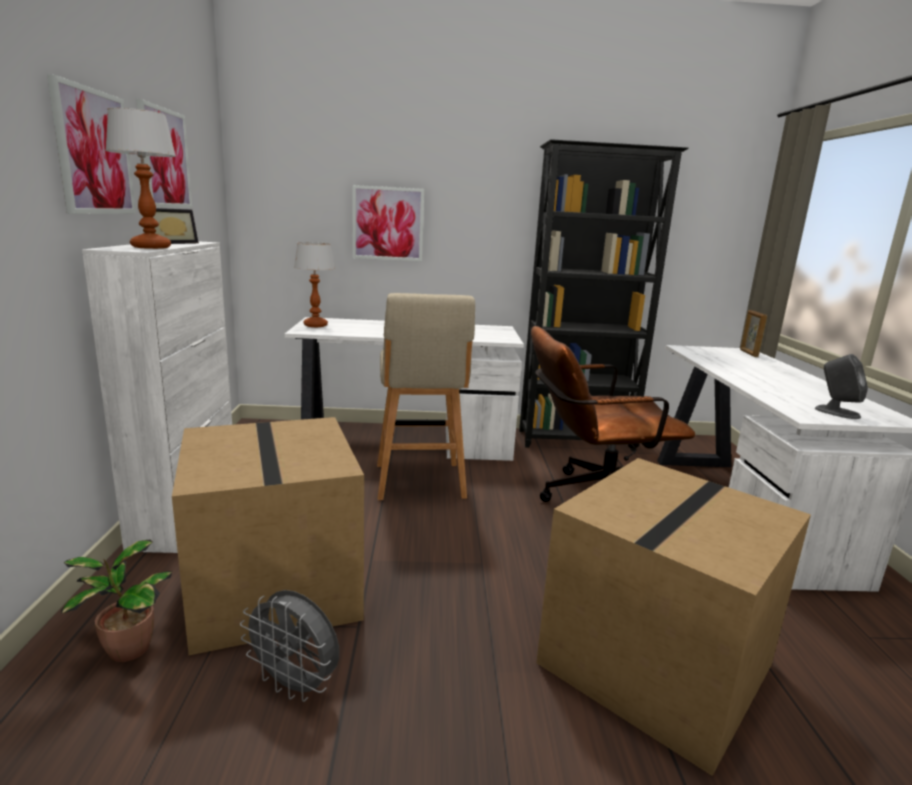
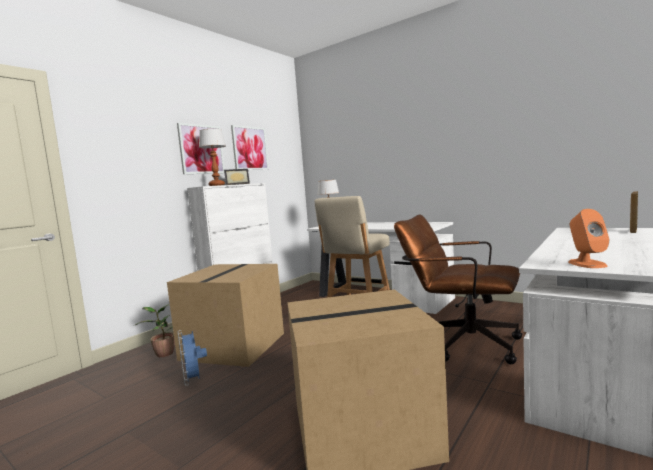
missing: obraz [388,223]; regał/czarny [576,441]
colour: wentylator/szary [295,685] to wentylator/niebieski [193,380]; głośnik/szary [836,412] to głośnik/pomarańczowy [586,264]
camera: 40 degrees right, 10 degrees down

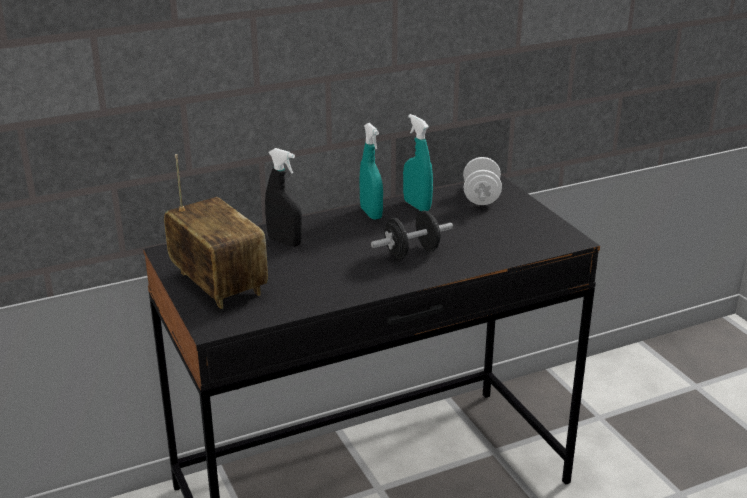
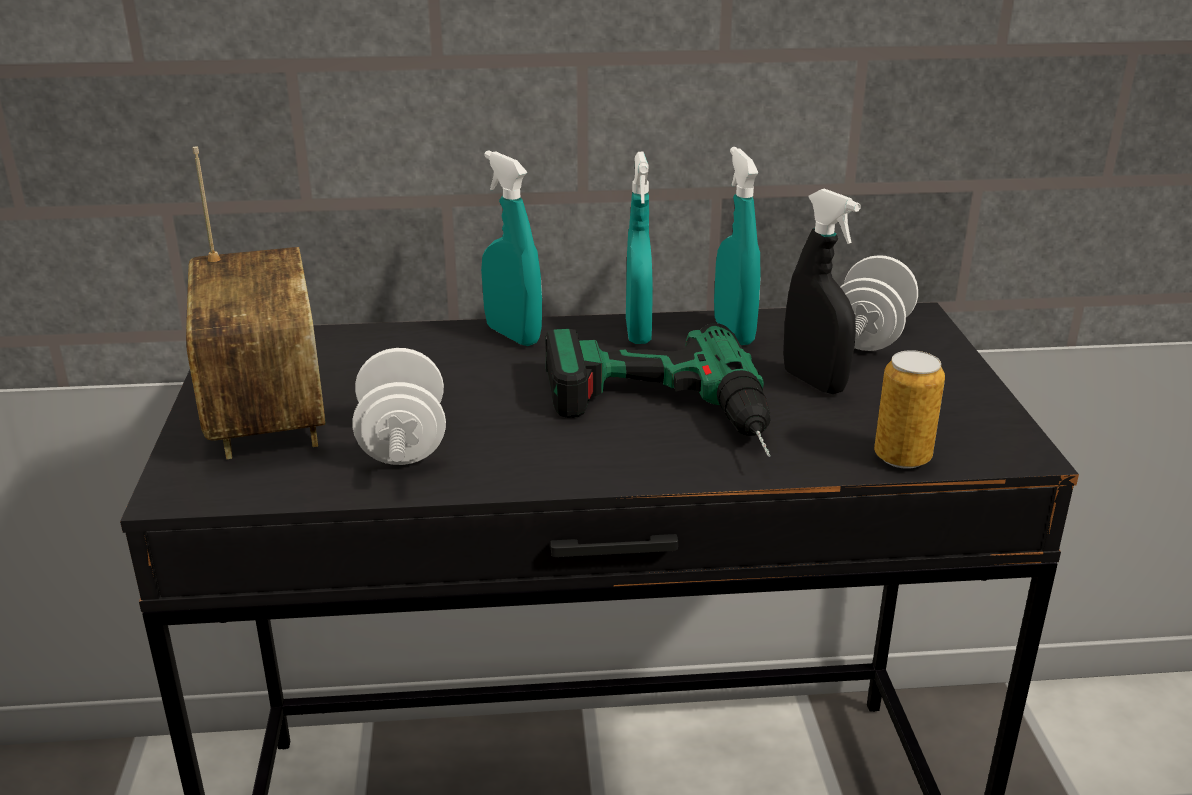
appeared: hantel/biały [403,444]; spryskiwacz/turkusowy [513,335]; puszka [902,457]
relocated: spryskiwacz/czarny [284,242] to [814,382]
exchanged: hantel/czarny [411,253] to wiertarka [661,418]
camera: 20 degrees right, 0 degrees up

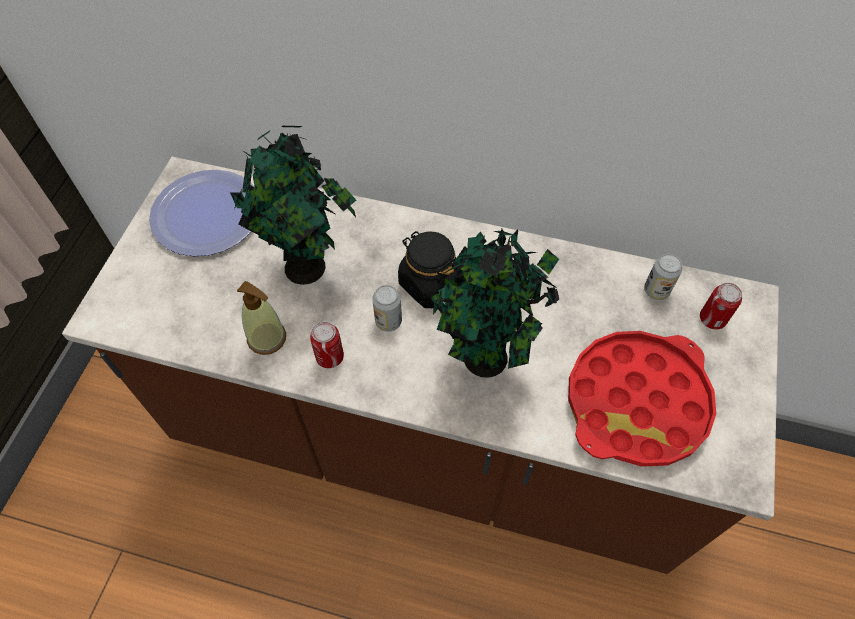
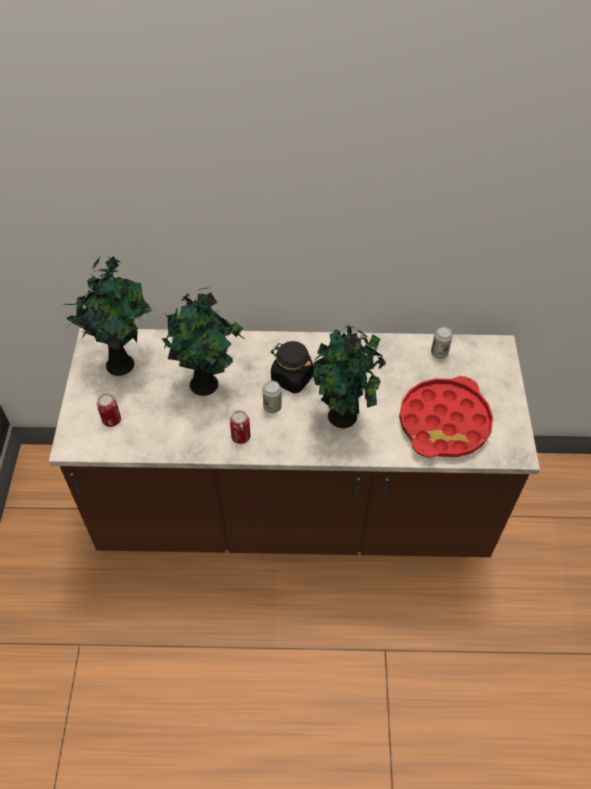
missing: dozownik mydła [267,338]
relocated: puszka [712,319] to [111,420]
exchanged: talerz [207,214] to roślina doniczkowa [121,362]
camera: 15 degrees left, 5 degrees down

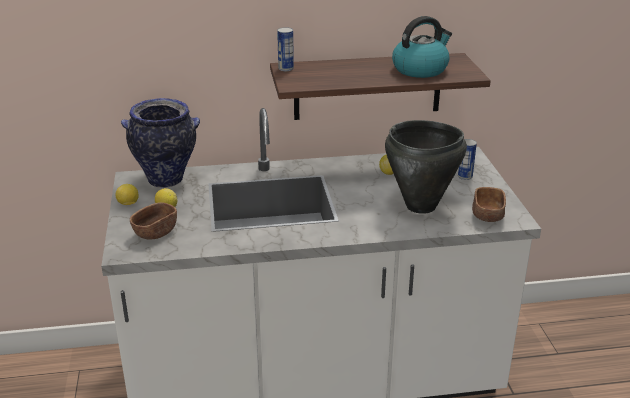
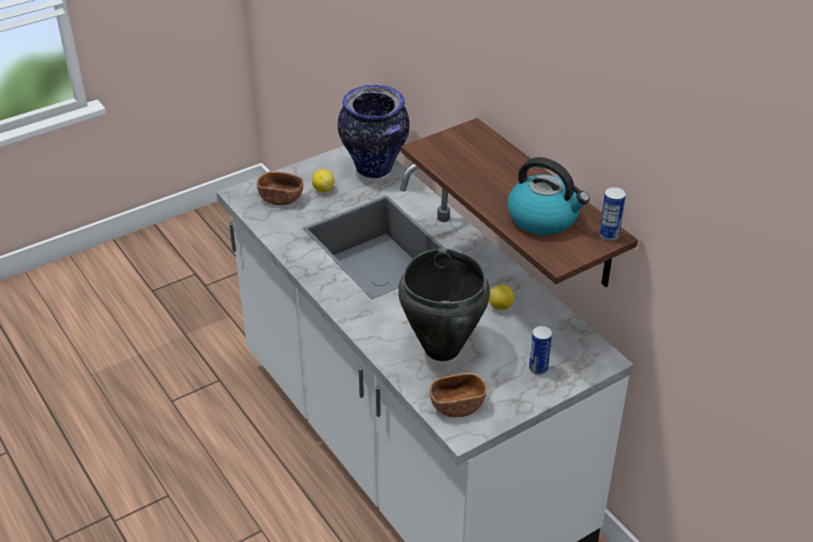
missing: cytryna [128,204]
relocated: puszka [286,69] to [609,235]
camera: 65 degrees right, 10 degrees up

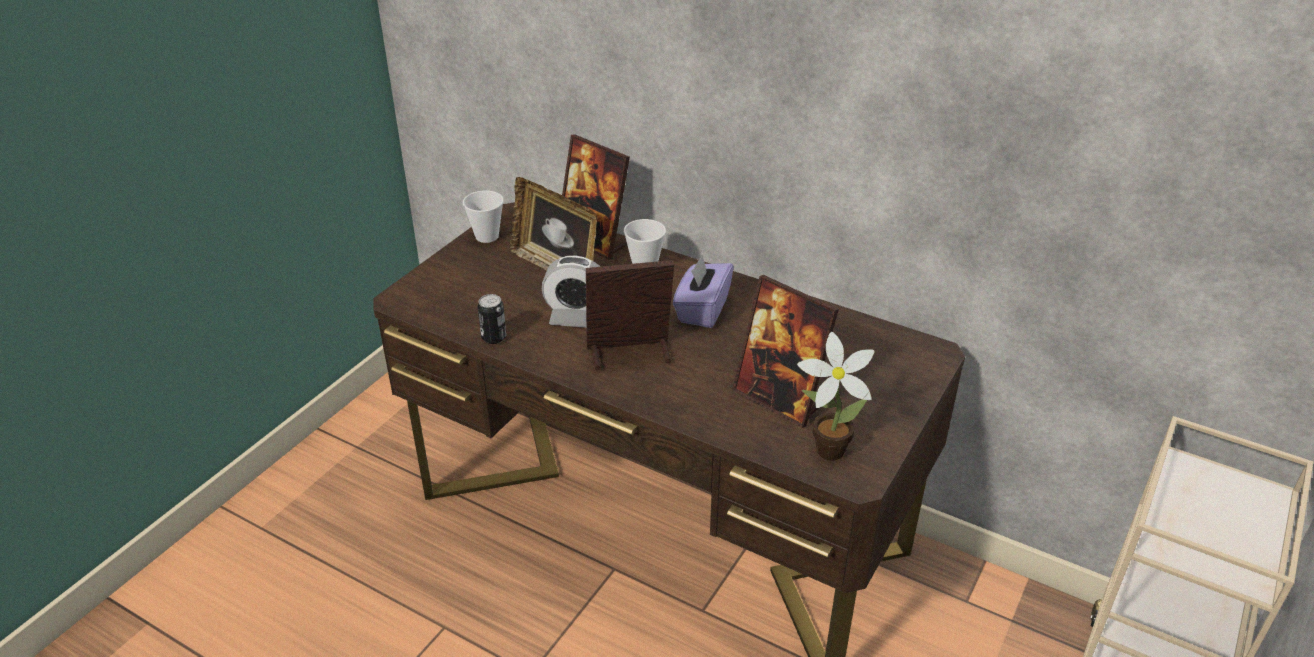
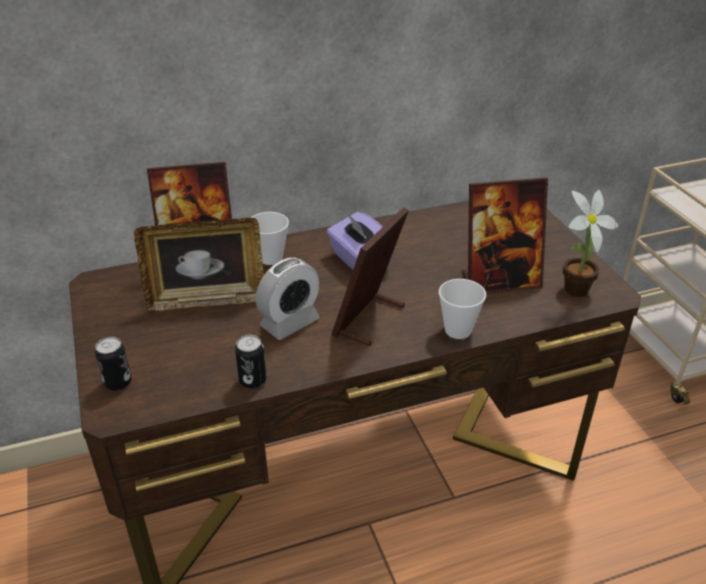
appeared: puszka [118,382]
relocated: filiżanka [487,236] to [458,330]
camera: 50 degrees left, 0 degrees up

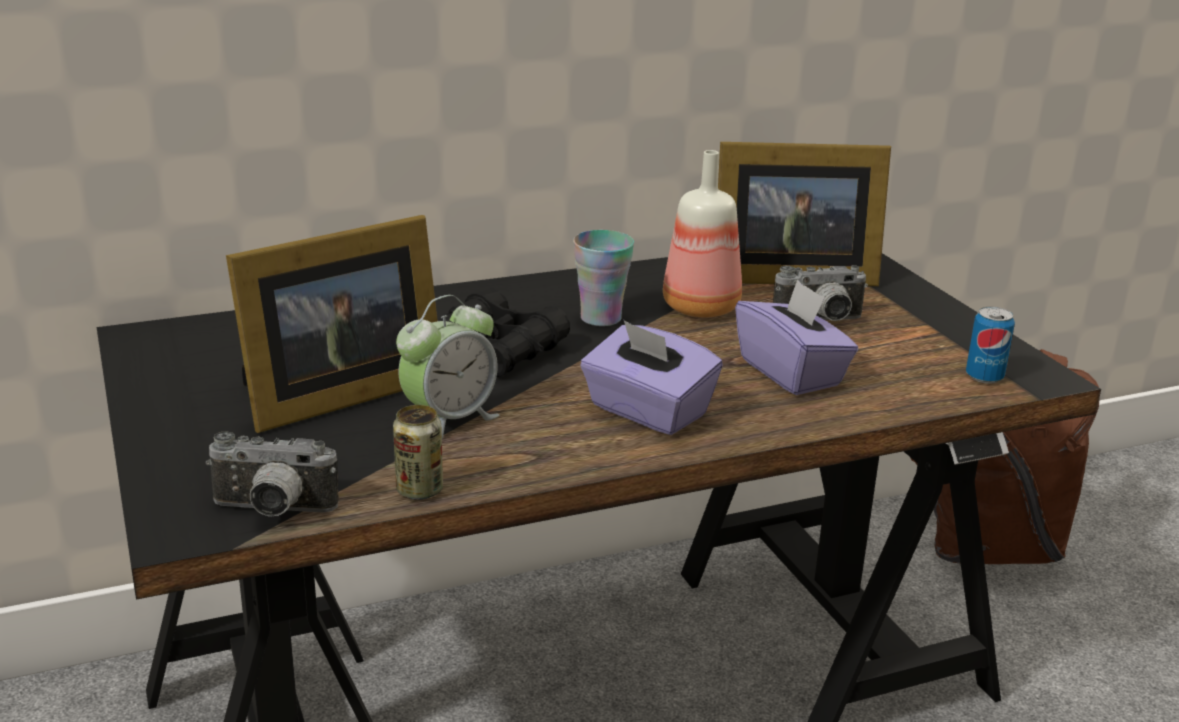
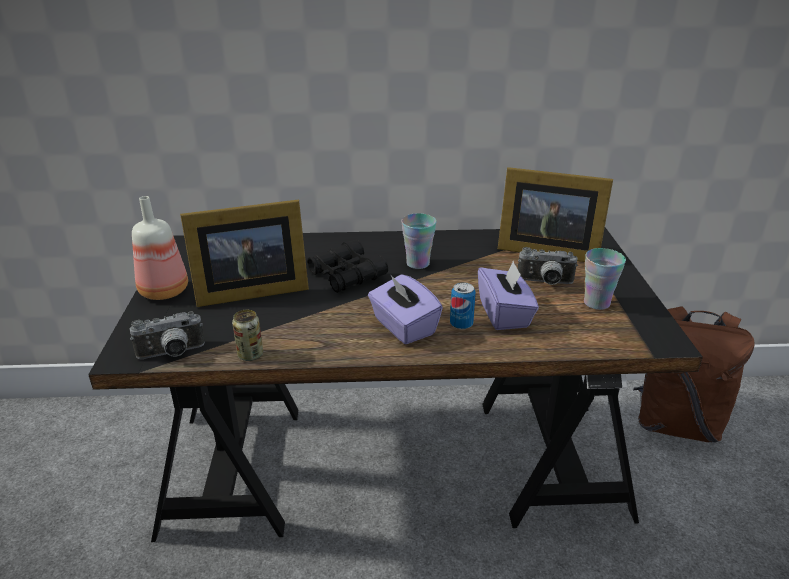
missing: budzik [449,420]
appeared: filiżanka [596,303]
relocated: butelka [703,307] to [166,291]; puszka [984,377] to [461,324]
spun: aparat fotograficzny [272,511] = [172,354] 45 degrees counterclockwise
camera: 20 degrees right, 5 degrees up

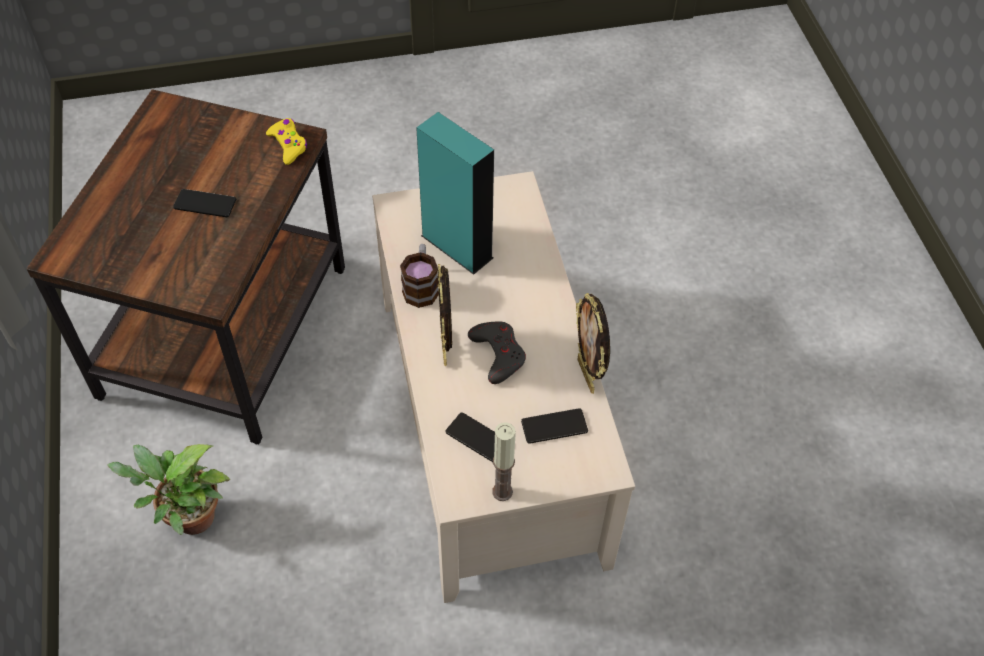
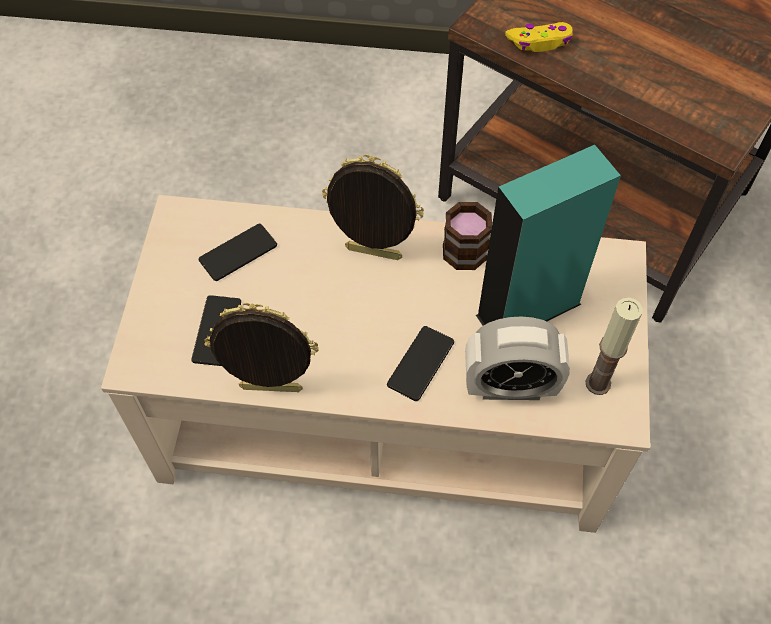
missing: roślina doniczkowa [189,519]; pad do gier/szary [498,354]
appeared: budzik [510,386]
relocated: telefon [205,204] to [420,363]; pad do gier/żółty [288,145] to [540,42]; świeca [502,492] to [598,383]
camera: 110 degrees right, 5 degrees up

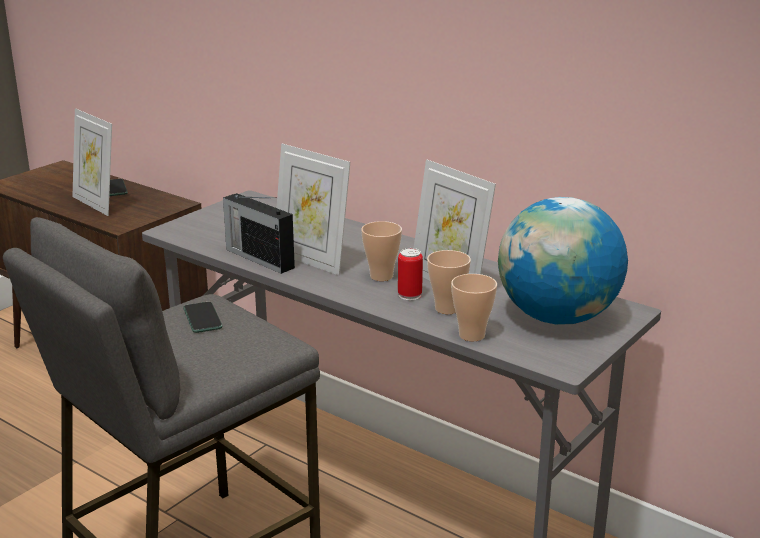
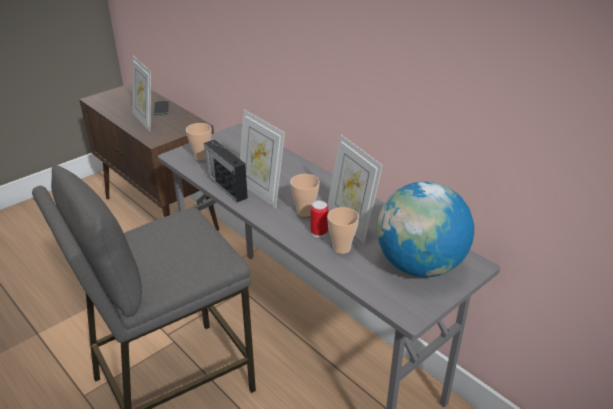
missing: telefon [202,318]
relocated: filiżanka [472,335] to [201,157]
camera: 10 degrees right, 10 degrees up

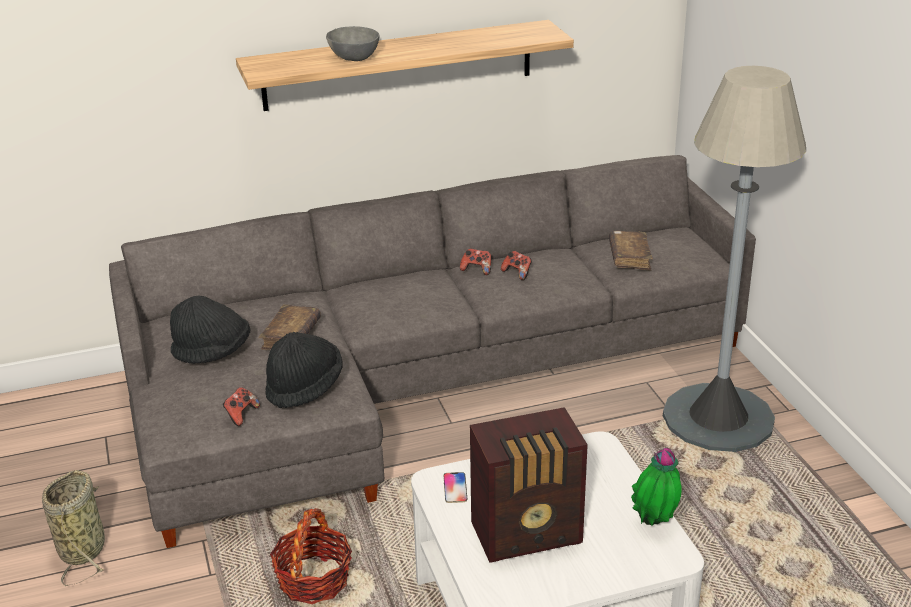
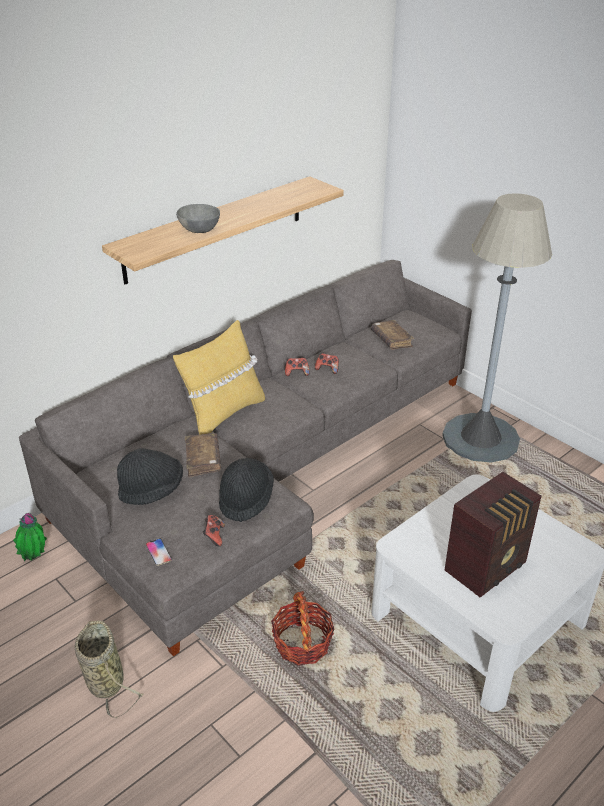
appeared: poduszka/żółty [223,414]
relocated: roślina doniczkowa [655,524] to [35,558]; telefon [455,488] to [158,552]
camera: 25 degrees left, 5 degrees up

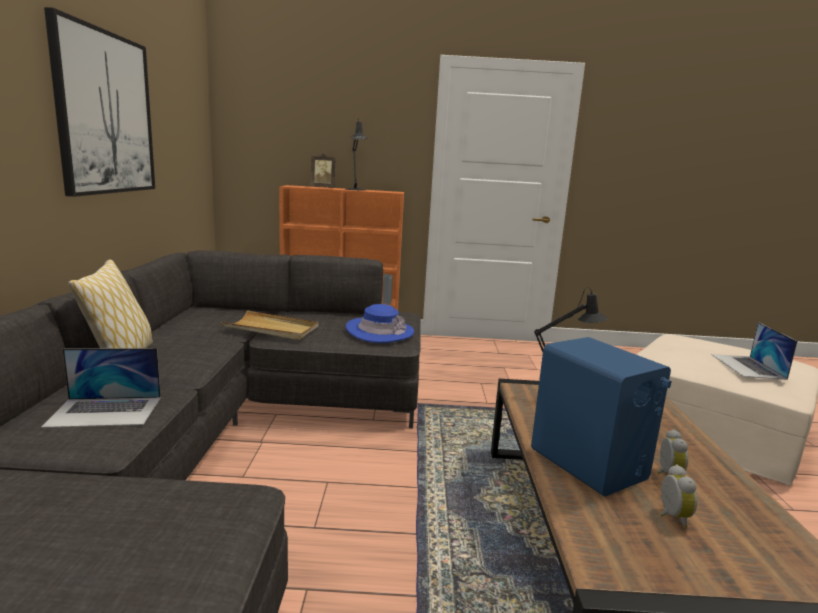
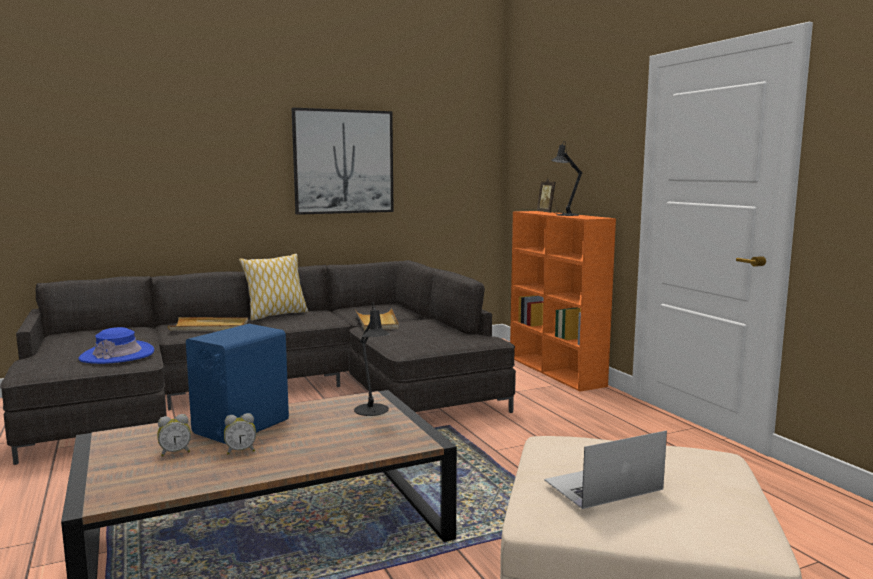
relocated: kapelusz/niebieski [379,331] to [117,355]
exchanged: laptop [105,411] to taca/beżowy [209,327]
camera: 65 degrees right, 5 degrees down

